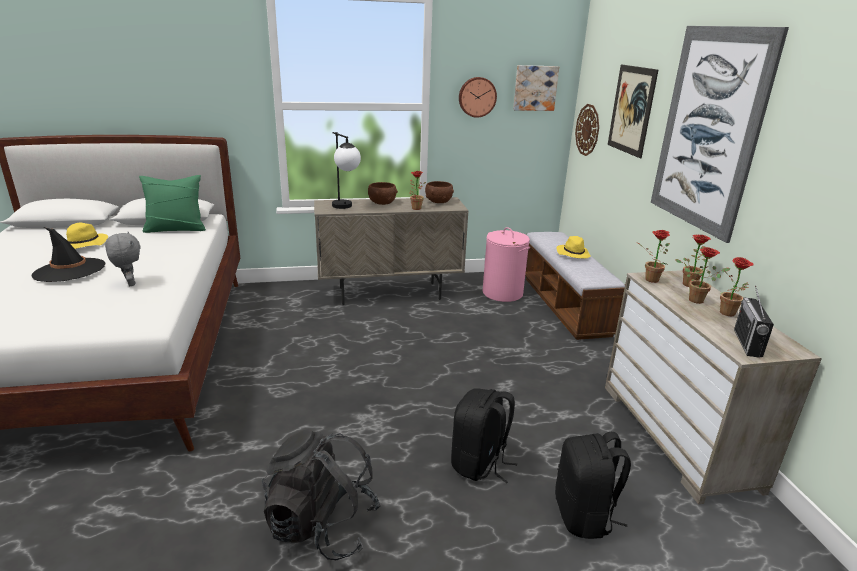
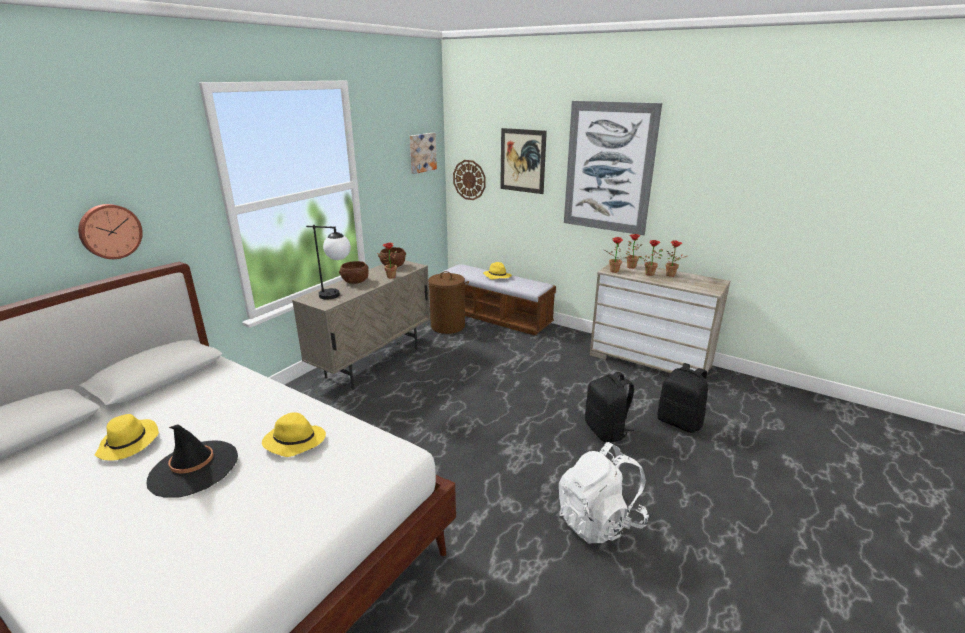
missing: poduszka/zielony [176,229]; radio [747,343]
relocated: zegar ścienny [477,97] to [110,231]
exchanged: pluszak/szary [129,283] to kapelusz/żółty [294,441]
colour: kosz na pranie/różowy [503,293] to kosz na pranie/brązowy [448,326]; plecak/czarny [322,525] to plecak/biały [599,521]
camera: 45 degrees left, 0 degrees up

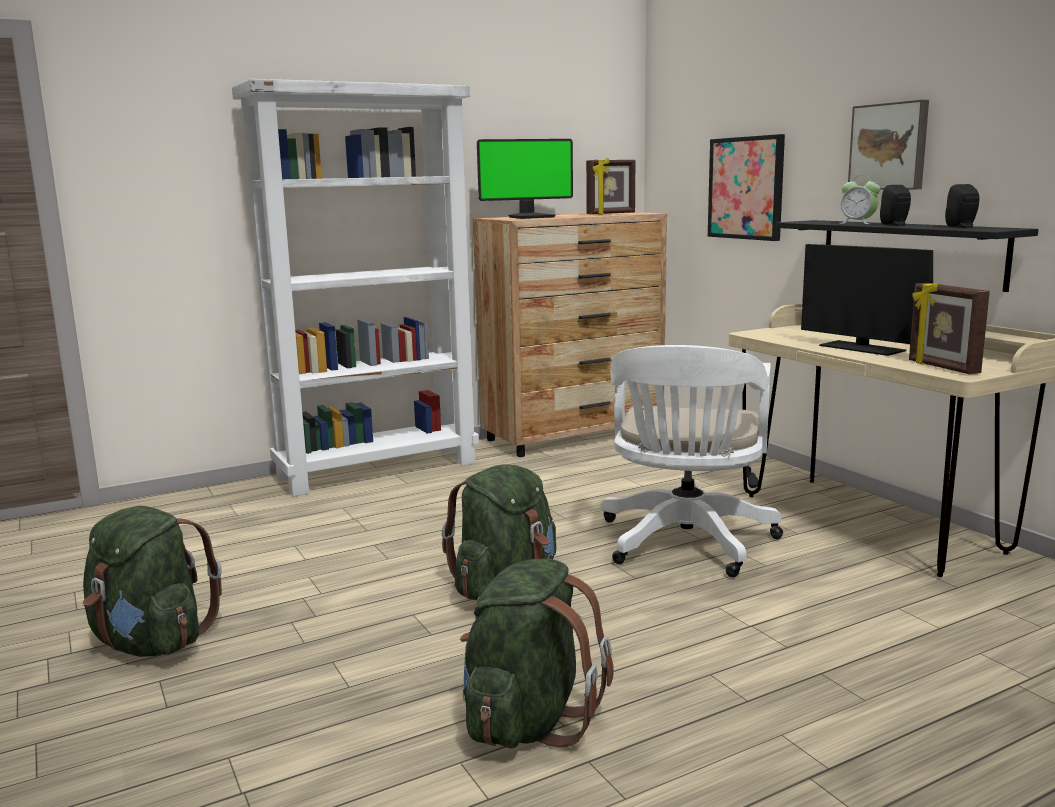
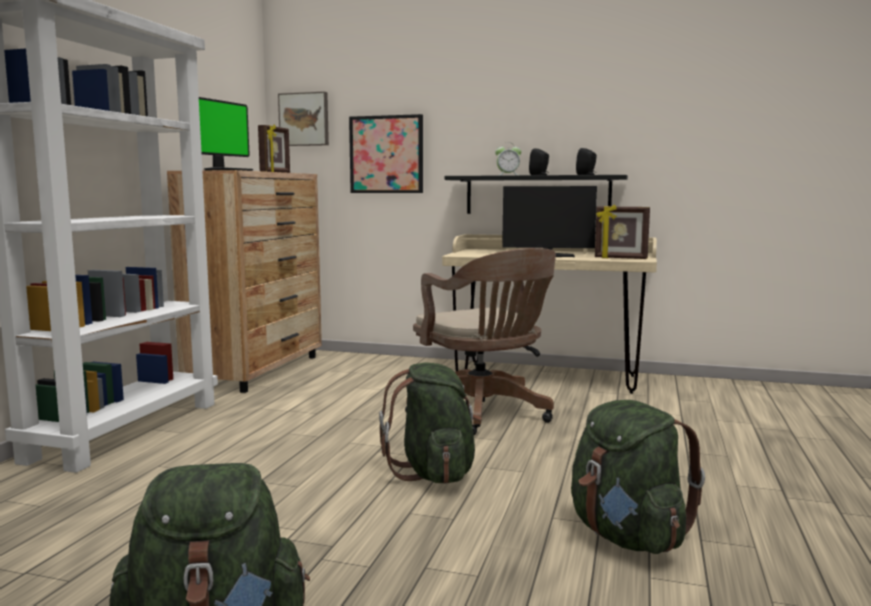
relocated: obraz [889,146] to [304,119]
colour: krzesło biurowe/biały [685,544] to krzesło biurowe/brązowy [484,414]
camera: 45 degrees left, 5 degrees down

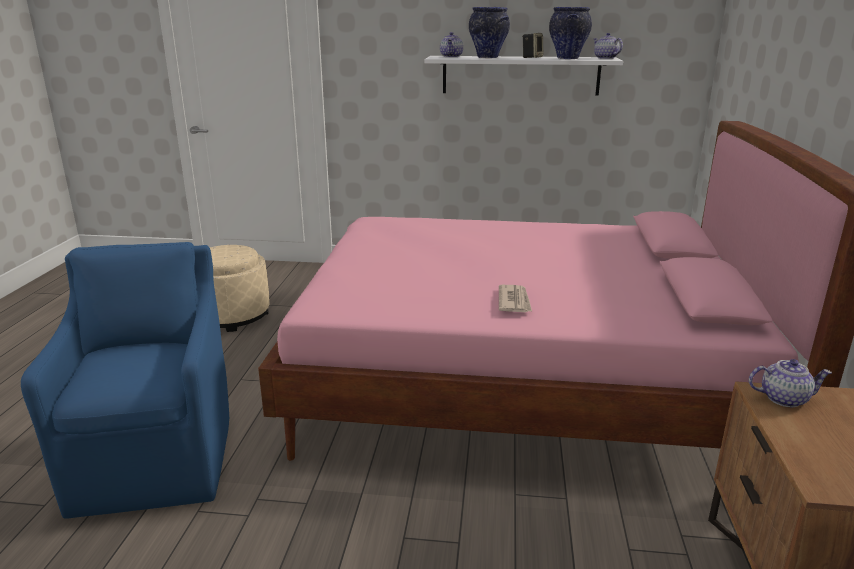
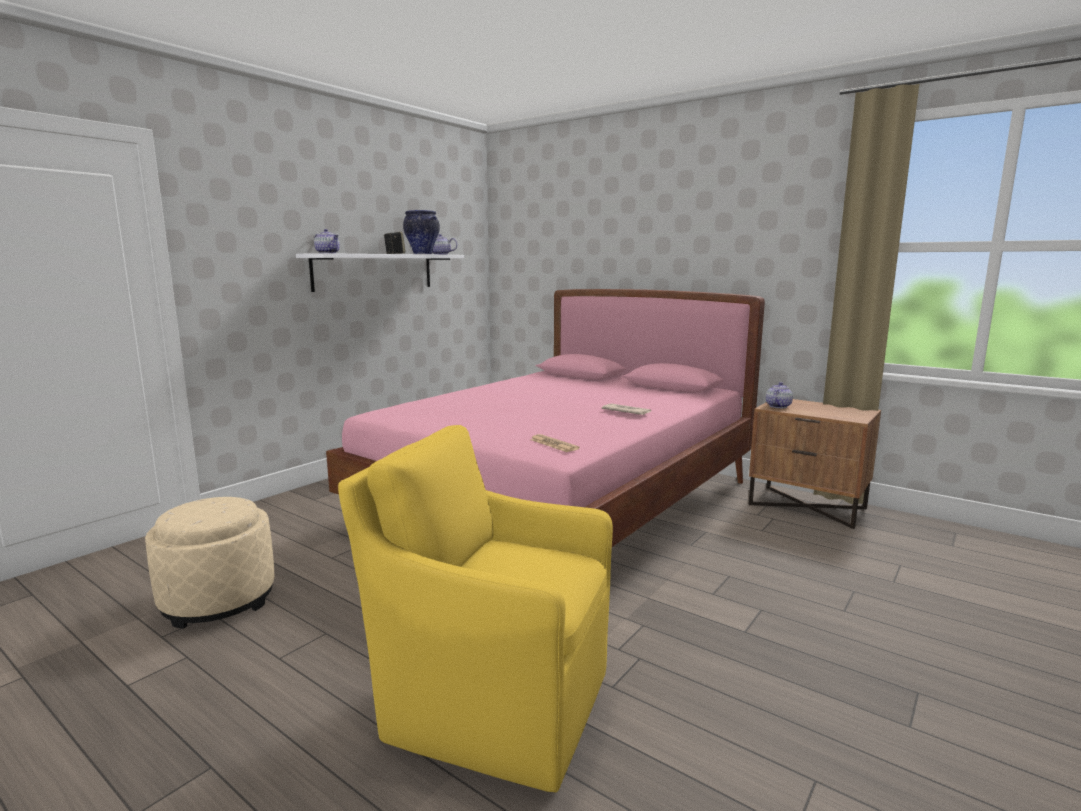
missing: wazon [488,57]
appeared: gazeta [554,444]
colour: fotel/niebieski [157,459] to fotel/żółty [492,703]
camera: 60 degrees left, 10 degrees down

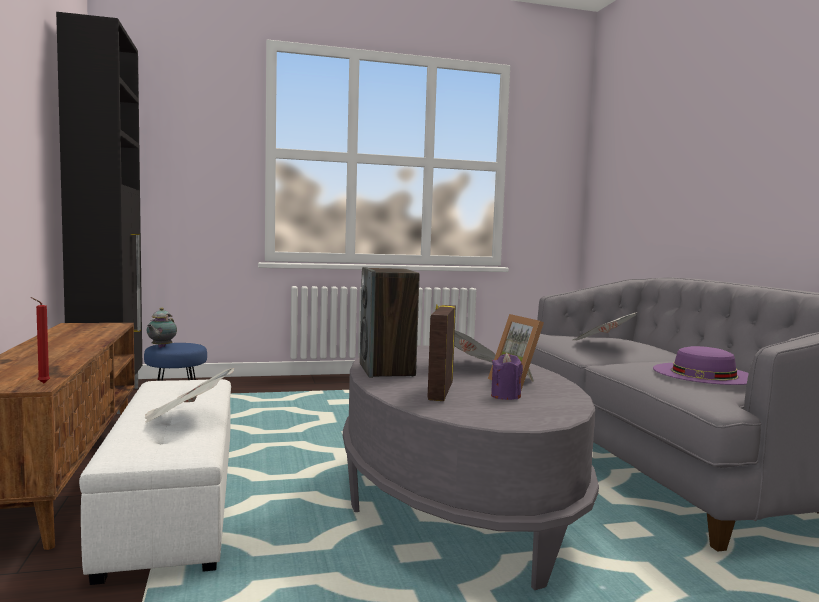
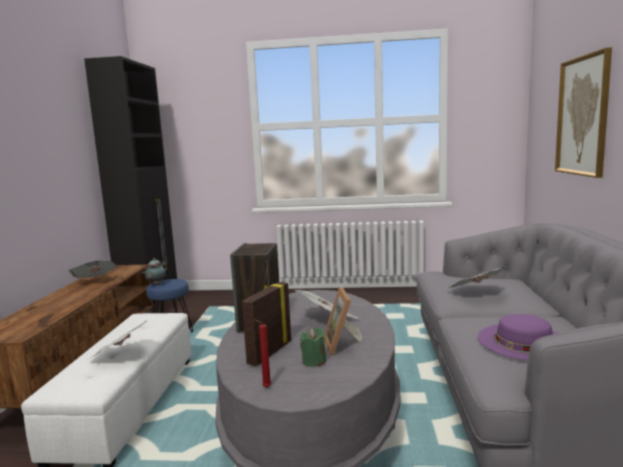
appeared: gazeta [95,281]; obraz [583,116]
relocated: świeca/czerwony [41,383] to [265,387]
colour: świeca/fioletowy [505,396] to świeca/zielony [314,361]
camera: 20 degrees right, 5 degrees up

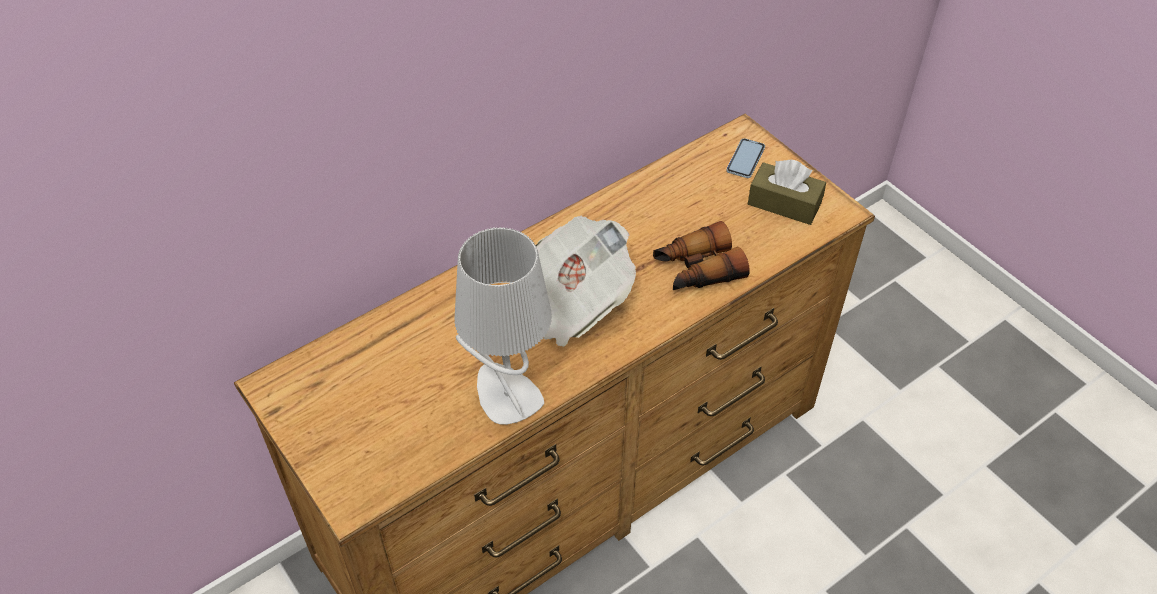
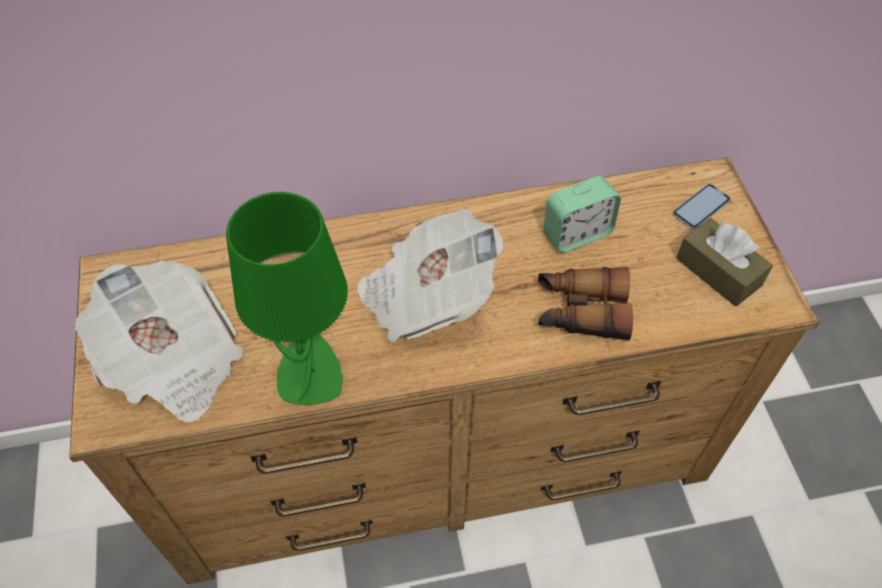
appeared: gazeta [172,361]; budzik [577,234]
colour: lampa stołowa/szary [505,395] to lampa stołowa/zielony [308,370]
camera: 25 degrees right, 5 degrees up

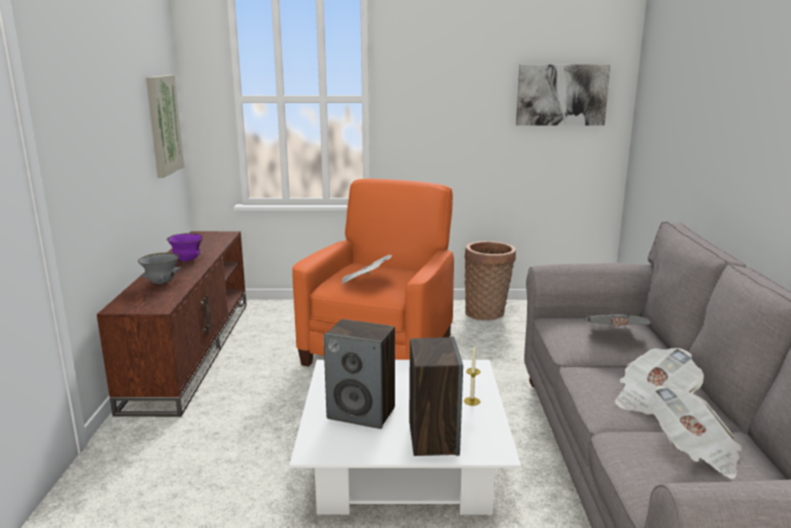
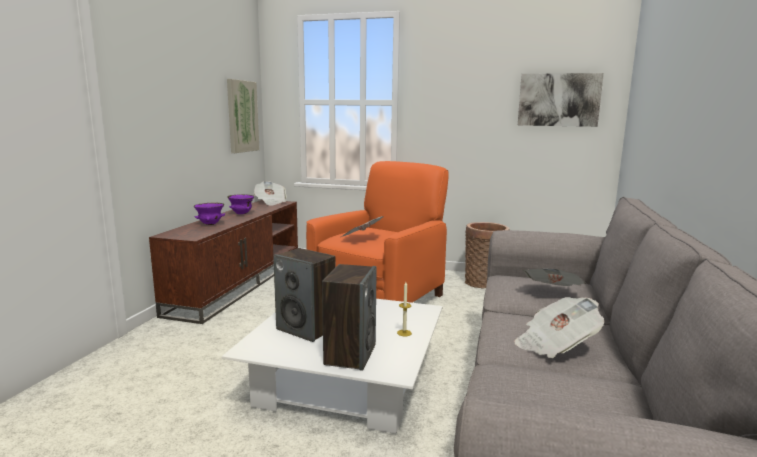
relocated: gazeta [694,451] to [270,202]
colour: miska/szary [162,283] to miska/fioletowy [210,224]
camera: 15 degrees right, 5 degrees down

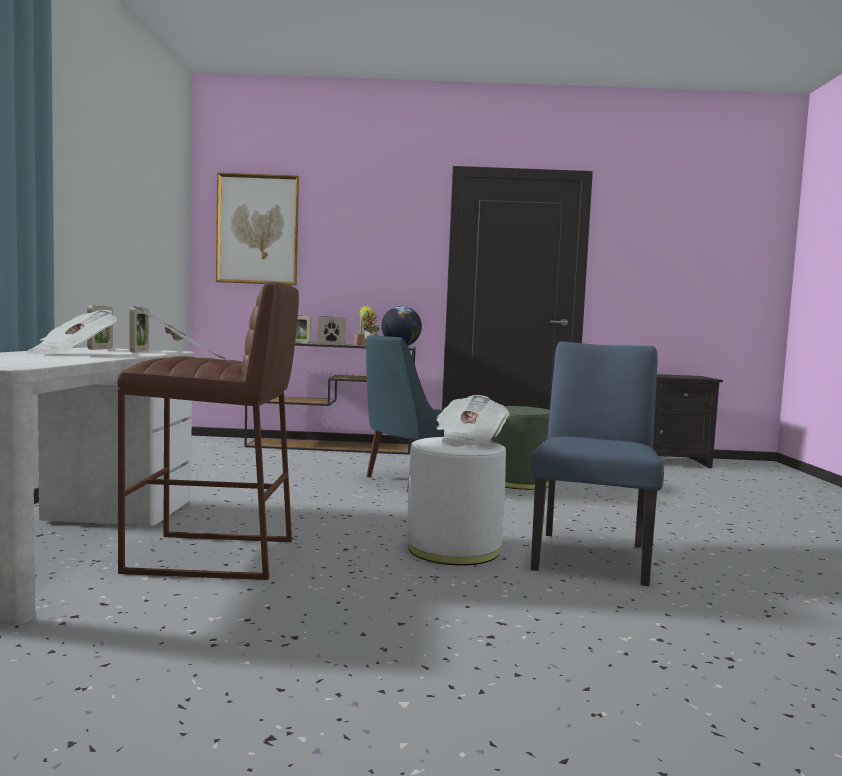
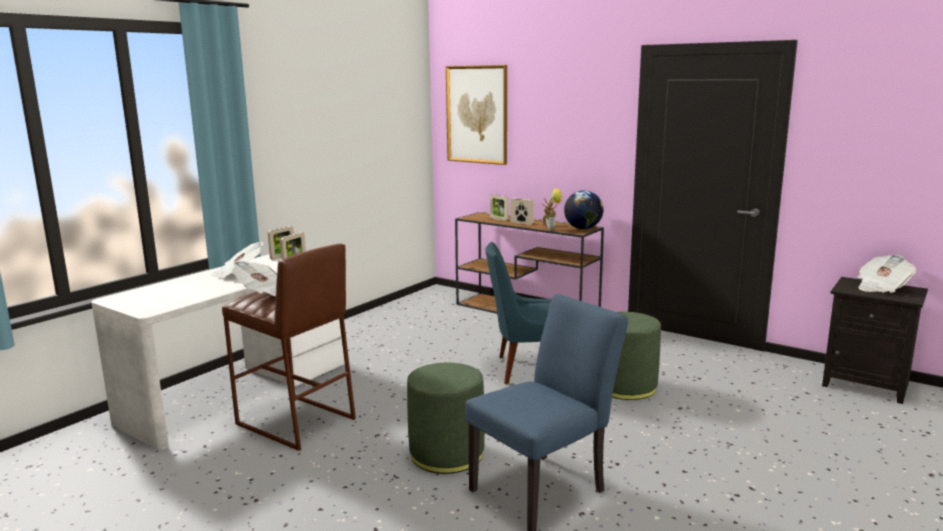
relocated: gazeta [468,441] to [881,287]
colour: pufa/biały [453,549] to pufa/zielony [447,454]
camera: 35 degrees right, 10 degrees up

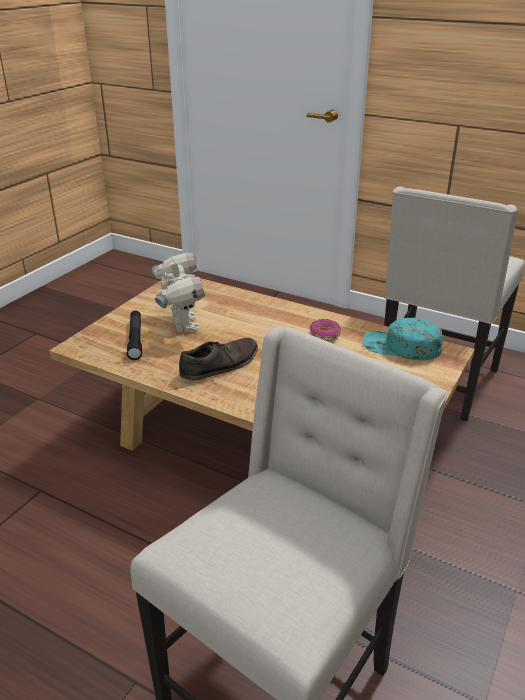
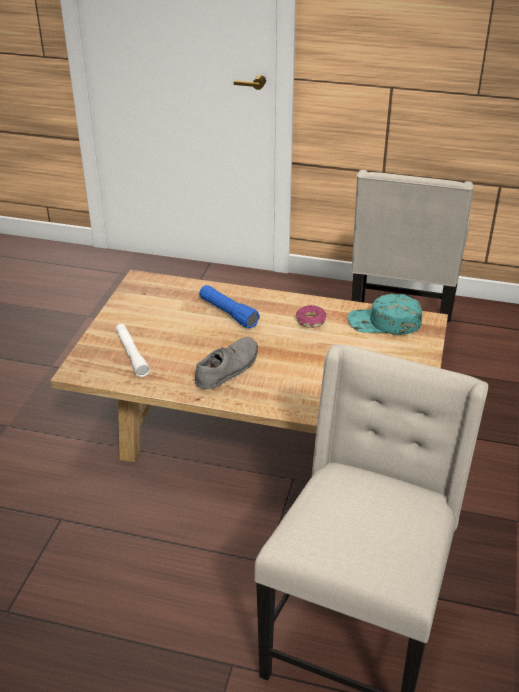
missing: robot zabawkowy [182,325]
appeared: latarka/niebieski [228,313]
colour: latarka/czarny [135,339] to latarka/biały [131,354]; but/brązowy [220,365] to but/szary [227,368]
camera: 15 degrees left, 5 degrees up

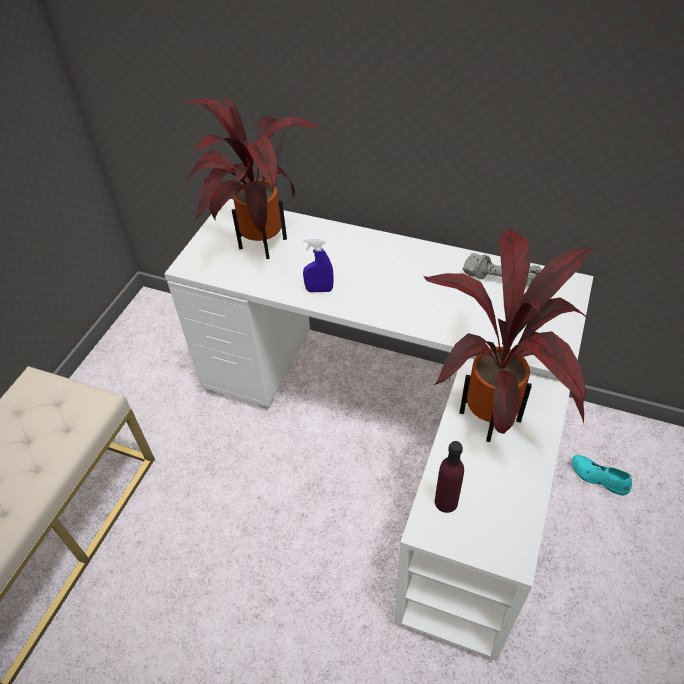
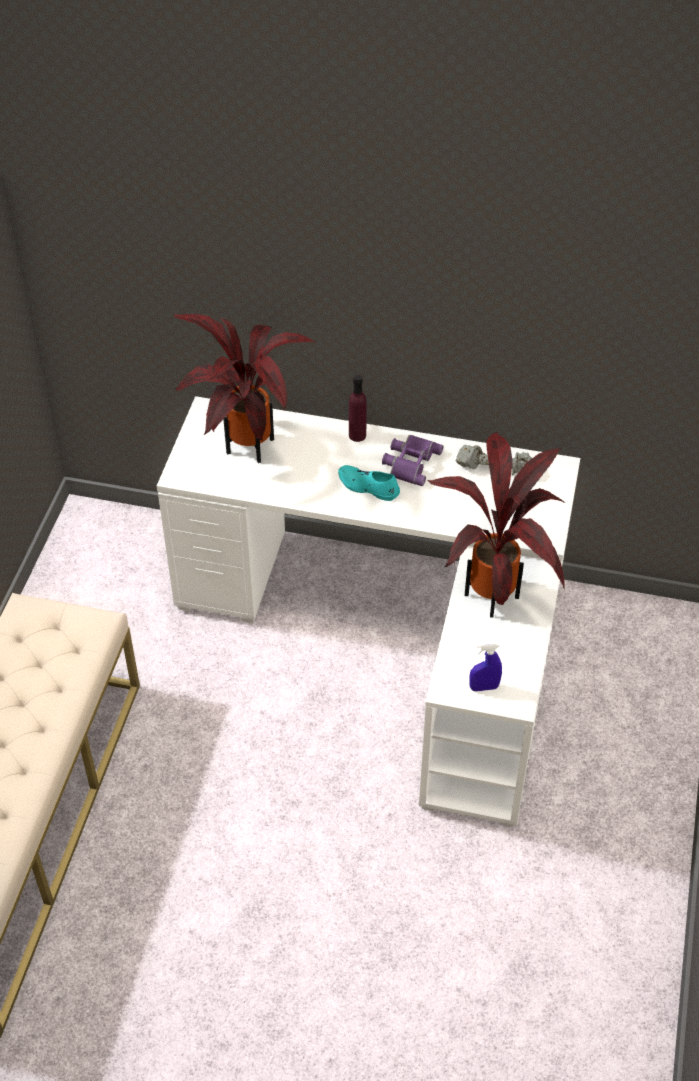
appeared: lornetka/fioletowy [410,462]
relocated: but/turkusowy [599,477] to [368,486]; butelka/fioletowy [446,501] to [357,435]; spryskiwacz/niebieski [319,290] to [484,687]
camera: 10 degrees left, 0 degrees up

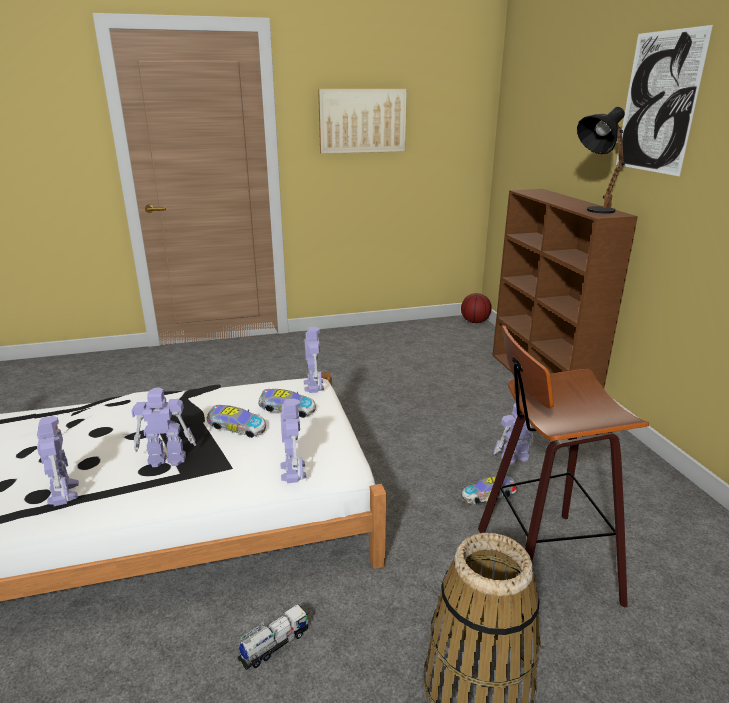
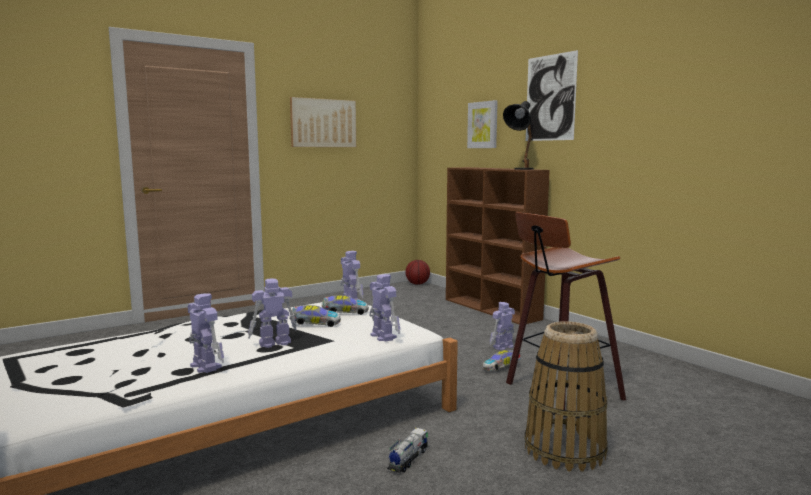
appeared: obraz [483,125]
camera: 20 degrees left, 15 degrees down

